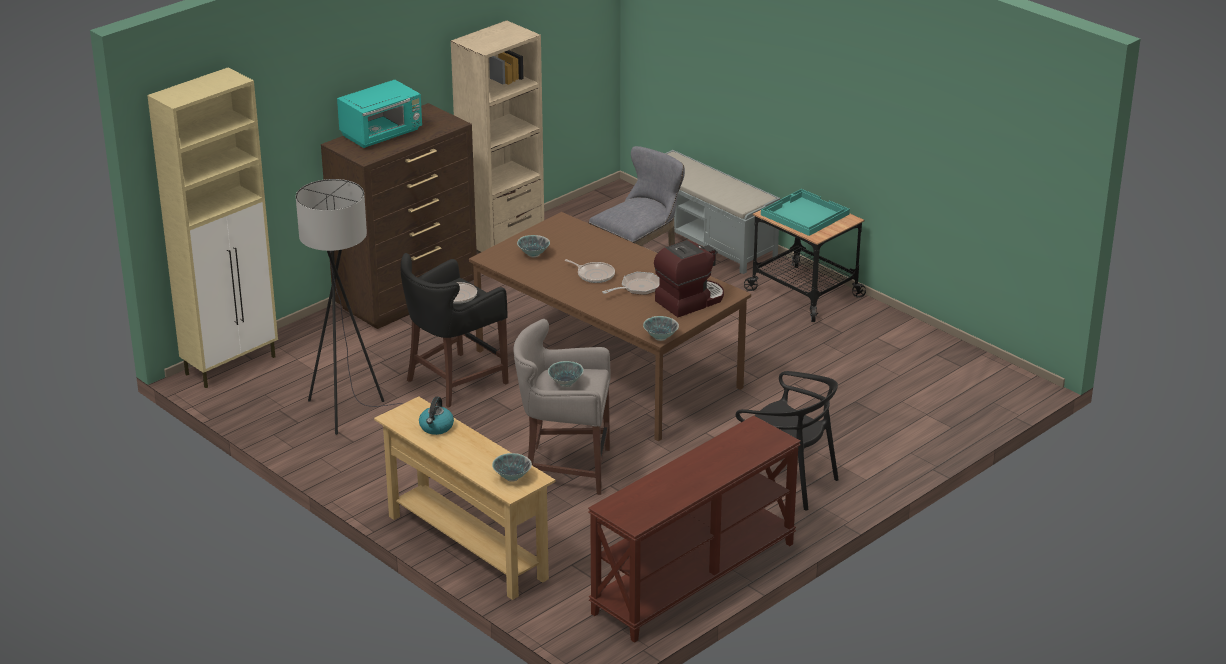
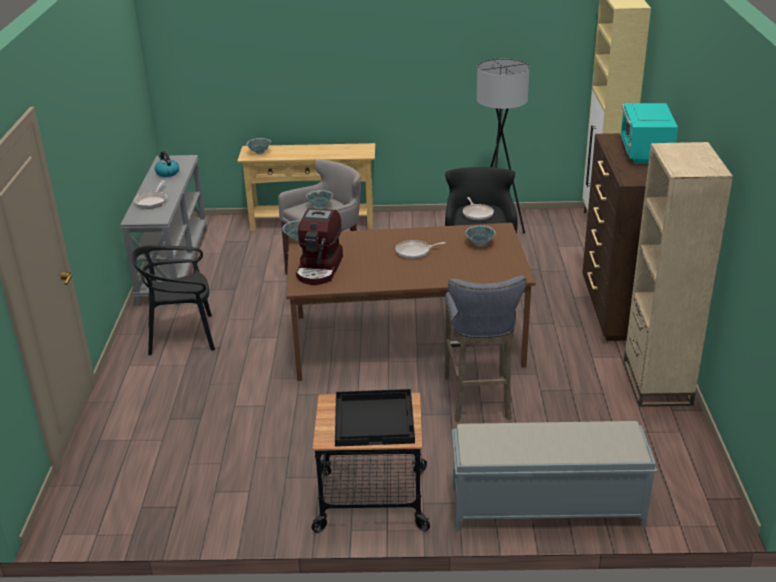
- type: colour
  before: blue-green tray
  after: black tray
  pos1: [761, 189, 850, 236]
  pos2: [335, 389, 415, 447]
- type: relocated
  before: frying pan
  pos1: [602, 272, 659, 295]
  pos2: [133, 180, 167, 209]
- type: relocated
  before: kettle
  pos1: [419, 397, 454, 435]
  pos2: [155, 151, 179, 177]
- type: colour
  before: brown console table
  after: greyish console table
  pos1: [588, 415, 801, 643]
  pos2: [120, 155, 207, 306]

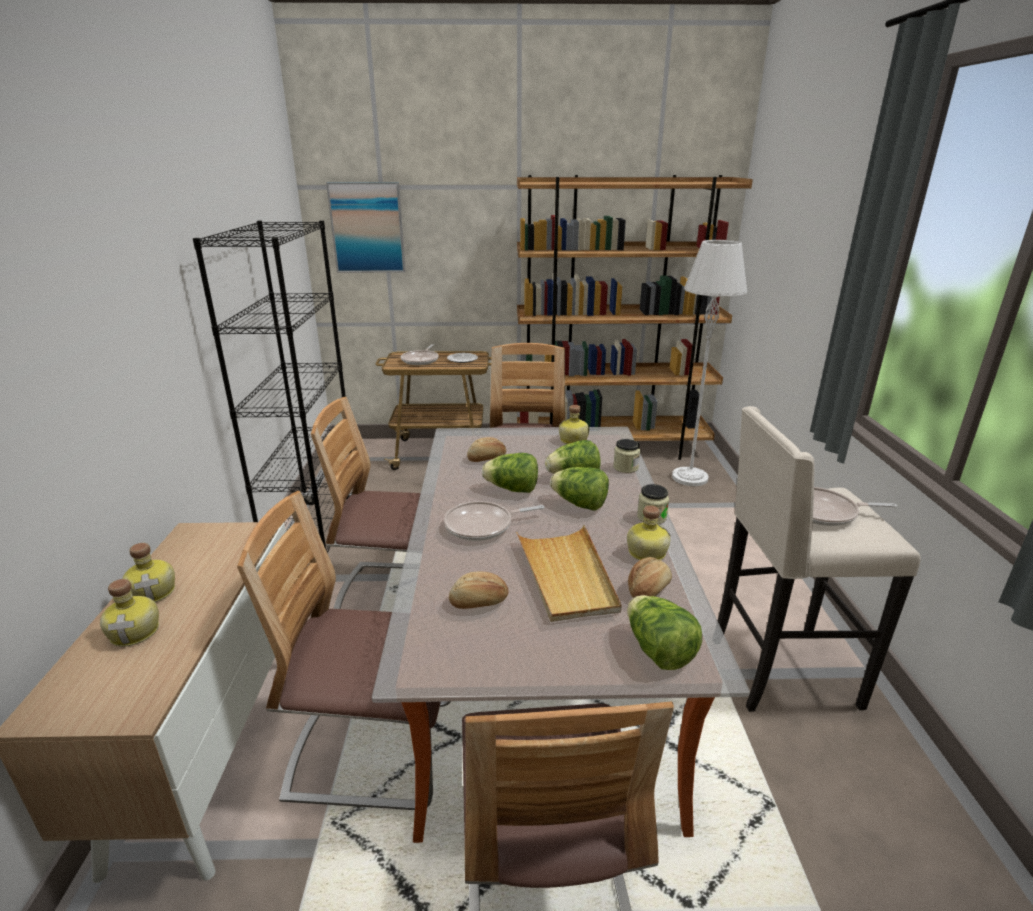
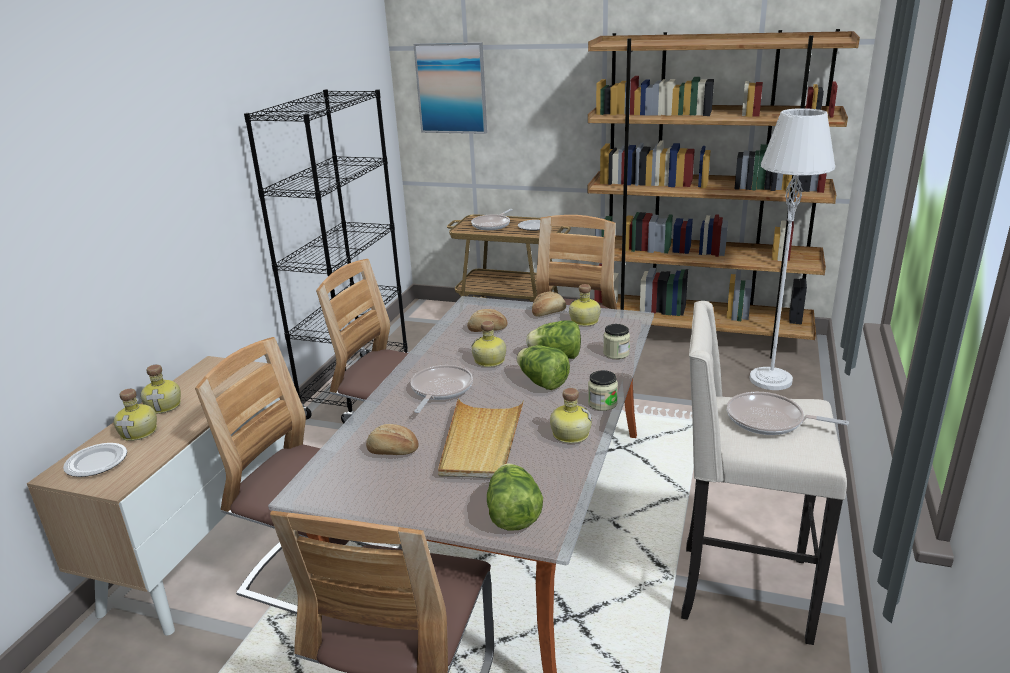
- type: exchanged
  before: lettuce
  after: bottle
  pos1: [482, 453, 538, 493]
  pos2: [471, 321, 506, 367]
- type: spun
  before: frying pan
  pos1: [444, 501, 545, 541]
  pos2: [411, 365, 473, 413]
  turn: 105
- type: relocated
  before: bread
  pos1: [628, 557, 672, 598]
  pos2: [532, 292, 566, 317]
- type: appeared
  after: flat dish
  pos2: [63, 443, 127, 477]

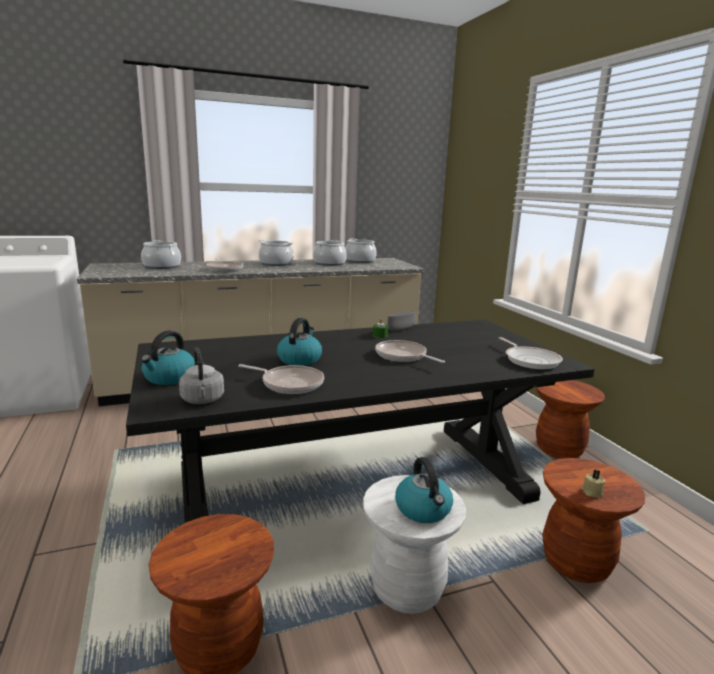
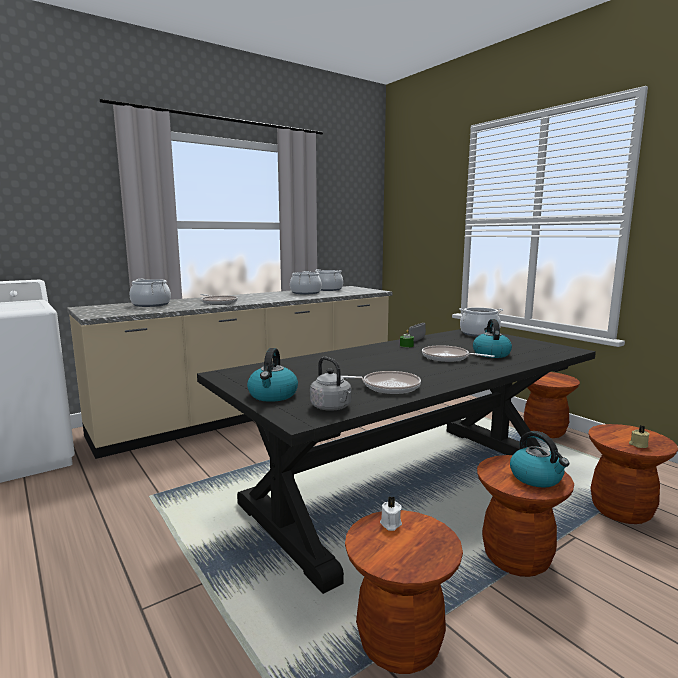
- type: relocated
  before: stockpot
  pos1: [258, 240, 294, 266]
  pos2: [459, 307, 503, 337]
- type: relocated
  before: kettle
  pos1: [277, 318, 322, 366]
  pos2: [473, 319, 512, 358]
- type: missing
  before: frying pan
  pos1: [499, 337, 563, 369]
- type: colour
  before: whitish stool seat
  after: brown stool seat
  pos1: [363, 475, 466, 614]
  pos2: [477, 455, 574, 577]
- type: appeared
  after: whitish wax light
  pos2: [380, 496, 402, 531]

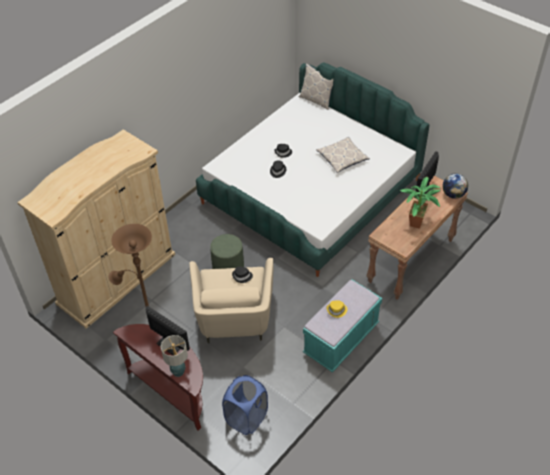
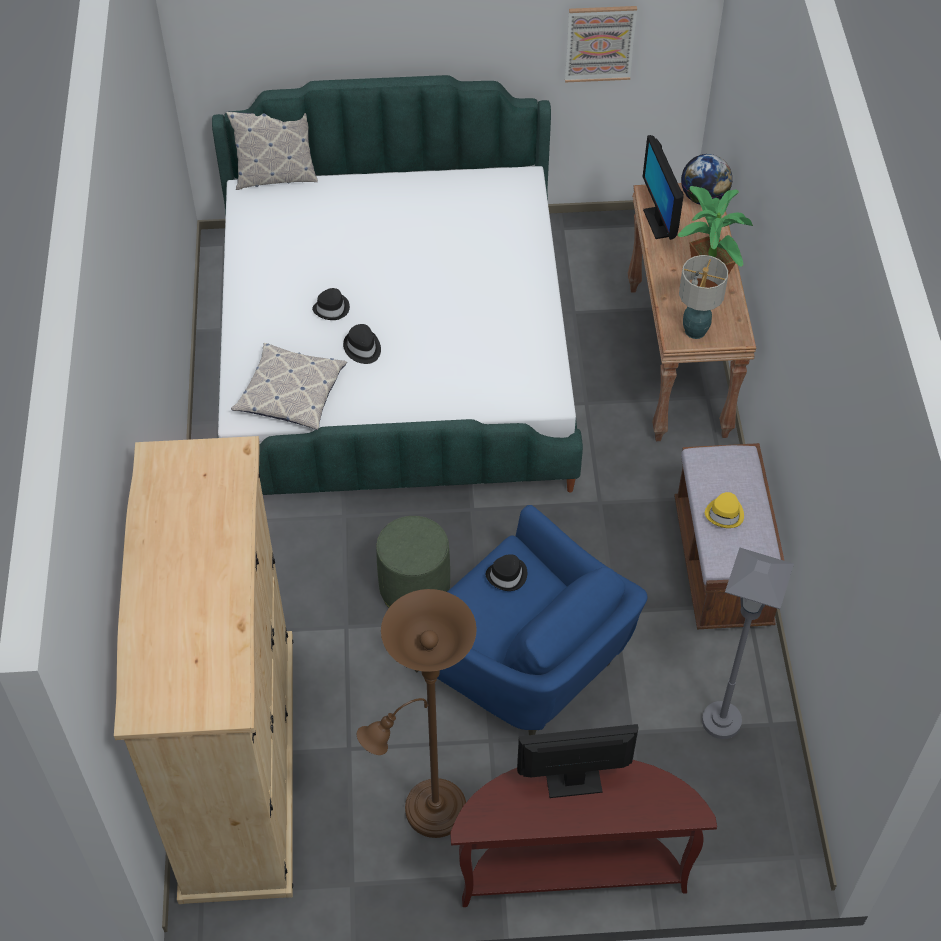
- type: relocated
  before: pillow
  pos1: [316, 136, 370, 173]
  pos2: [231, 343, 347, 430]
- type: colour
  before: sand-coloured lounge chair
  after: blue-coloured lounge chair
  pos1: [189, 258, 273, 343]
  pos2: [414, 505, 648, 735]
- type: colour
  before: blue-green bench
  after: brown bench
  pos1: [303, 280, 382, 373]
  pos2: [674, 443, 784, 629]
- type: relocated
  before: lamp for a table
  pos1: [161, 335, 188, 377]
  pos2: [679, 255, 728, 339]
- type: missing
  before: blue-coloured laundry basket
  pos1: [222, 375, 268, 435]
- type: appeared
  after: wall picture
  pos2: [565, 6, 637, 83]
- type: appeared
  after: greyish floor lamp
  pos2: [702, 548, 794, 739]

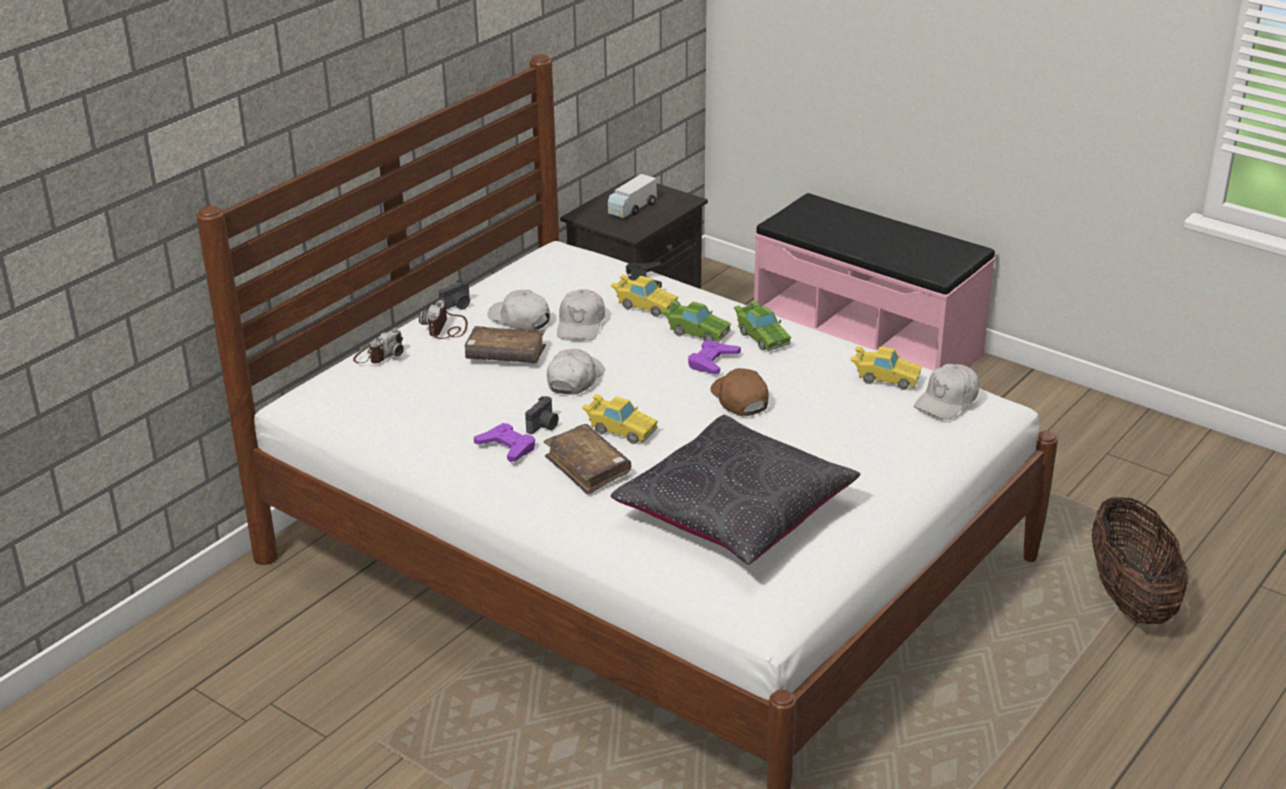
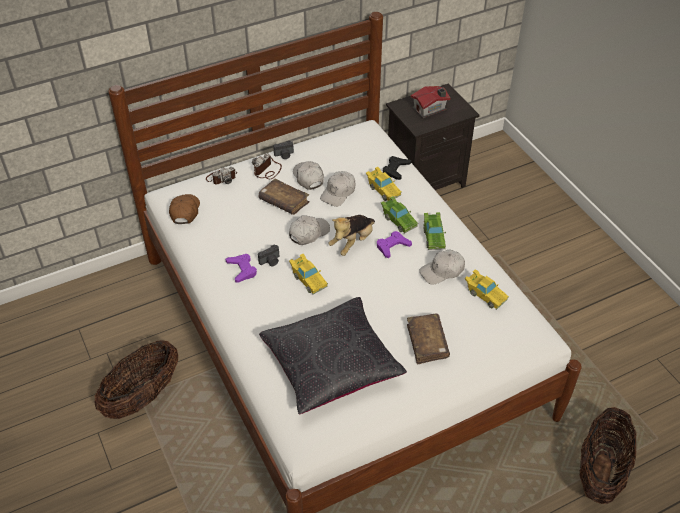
- type: exchanged
  before: toy truck
  after: toy house
  pos1: [608, 174, 657, 218]
  pos2: [411, 86, 450, 118]
- type: missing
  before: pink bench
  pos1: [754, 193, 995, 371]
- type: relocated
  before: whitish peaked cap
  pos1: [914, 364, 979, 420]
  pos2: [419, 250, 465, 284]
- type: relocated
  before: brown peaked cap
  pos1: [711, 368, 769, 416]
  pos2: [169, 194, 200, 224]
- type: relocated
  before: brown bound book
  pos1: [544, 424, 631, 495]
  pos2: [407, 314, 450, 365]
- type: appeared
  after: soft toy
  pos2: [328, 215, 375, 256]
- type: appeared
  after: storage basket
  pos2: [94, 340, 179, 419]

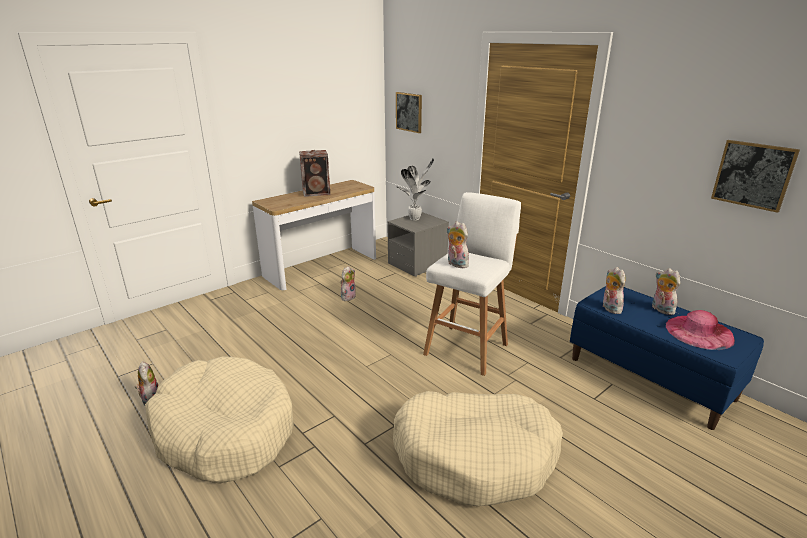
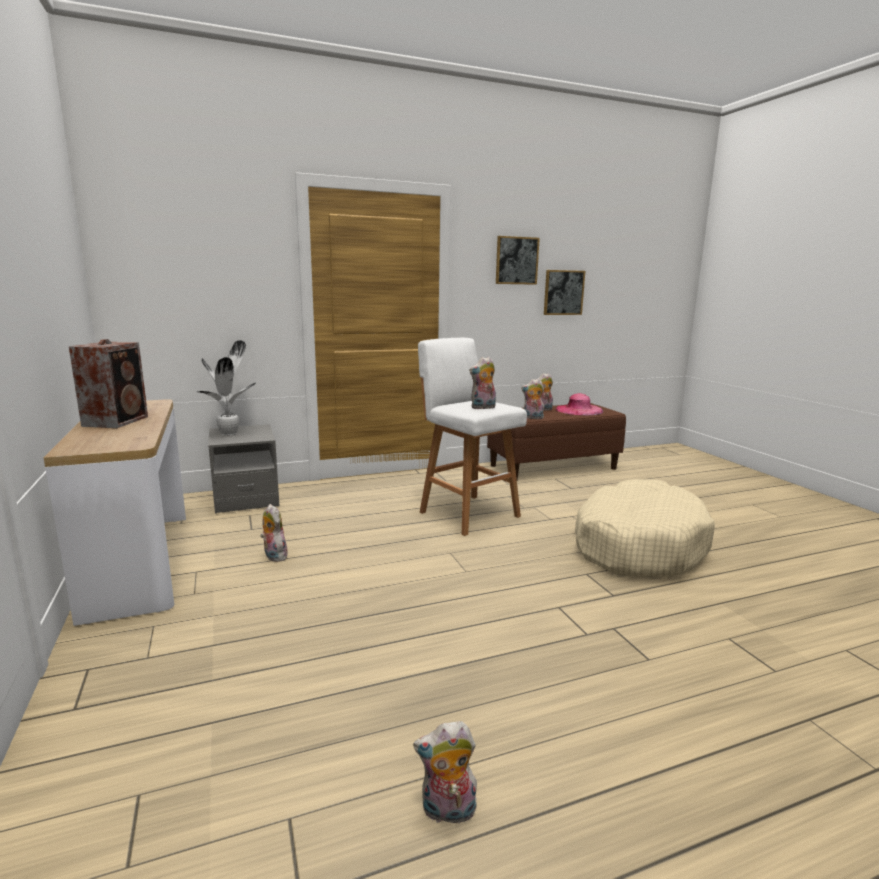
- type: relocated
  before: wall picture
  pos1: [396, 92, 422, 133]
  pos2: [496, 236, 540, 285]
- type: colour
  before: blue-coloured bench
  after: brown bench
  pos1: [570, 286, 764, 430]
  pos2: [487, 403, 626, 479]
- type: missing
  before: sand-coloured dog cushion
  pos1: [145, 356, 294, 484]

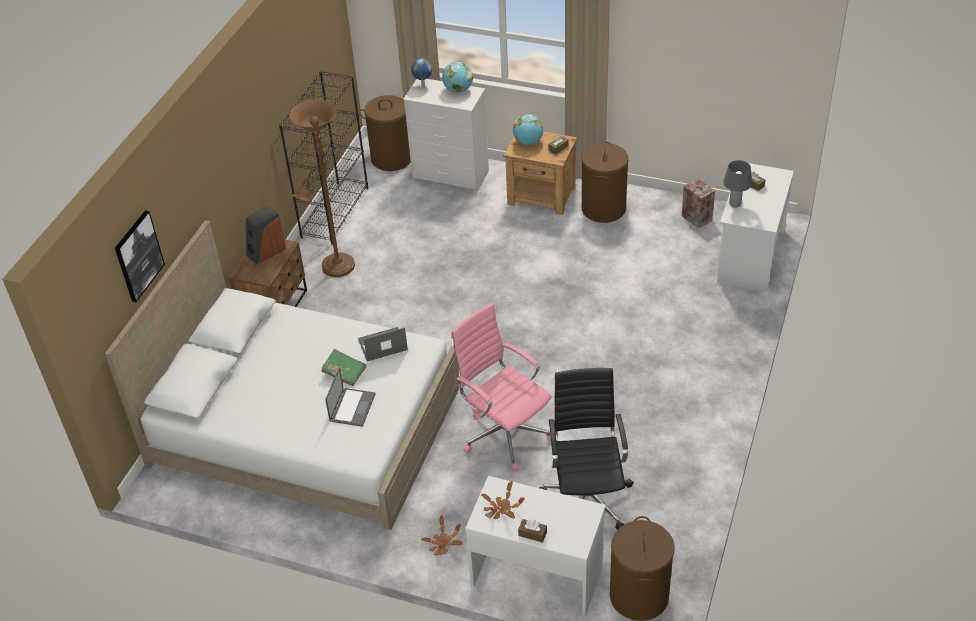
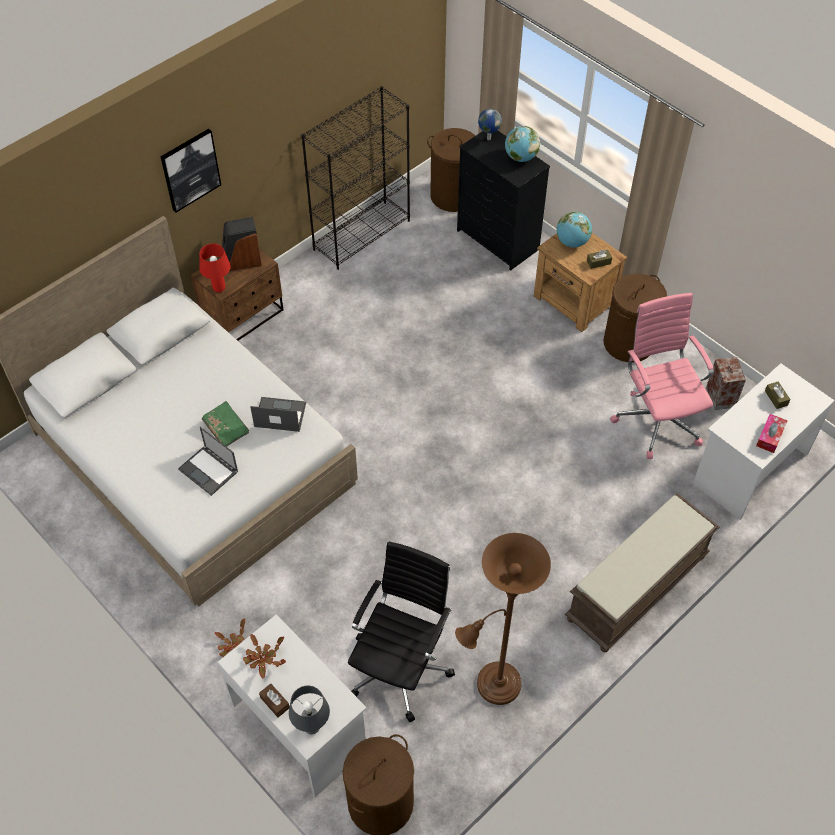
- type: colour
  before: whitish chest of drawers
  after: black chest of drawers
  pos1: [403, 79, 489, 194]
  pos2: [457, 131, 550, 271]
- type: relocated
  before: brown floor lamp
  pos1: [290, 99, 355, 277]
  pos2: [455, 533, 551, 705]
- type: relocated
  before: greyish lamp for a table
  pos1: [723, 160, 752, 208]
  pos2: [289, 686, 330, 734]
- type: relocated
  before: wall picture
  pos1: [115, 211, 165, 302]
  pos2: [161, 129, 221, 213]
- type: relocated
  before: pink office chair
  pos1: [451, 303, 551, 471]
  pos2: [610, 293, 714, 459]
- type: spun
  before: notebook computer
  pos1: [325, 367, 376, 427]
  pos2: [178, 427, 238, 496]
  turn: 90
- type: appeared
  after: red lamp for a table
  pos2: [199, 244, 231, 292]
- type: appeared
  after: tissue holder
  pos2: [756, 414, 788, 453]
- type: appeared
  after: brown bench
  pos2: [565, 493, 720, 652]

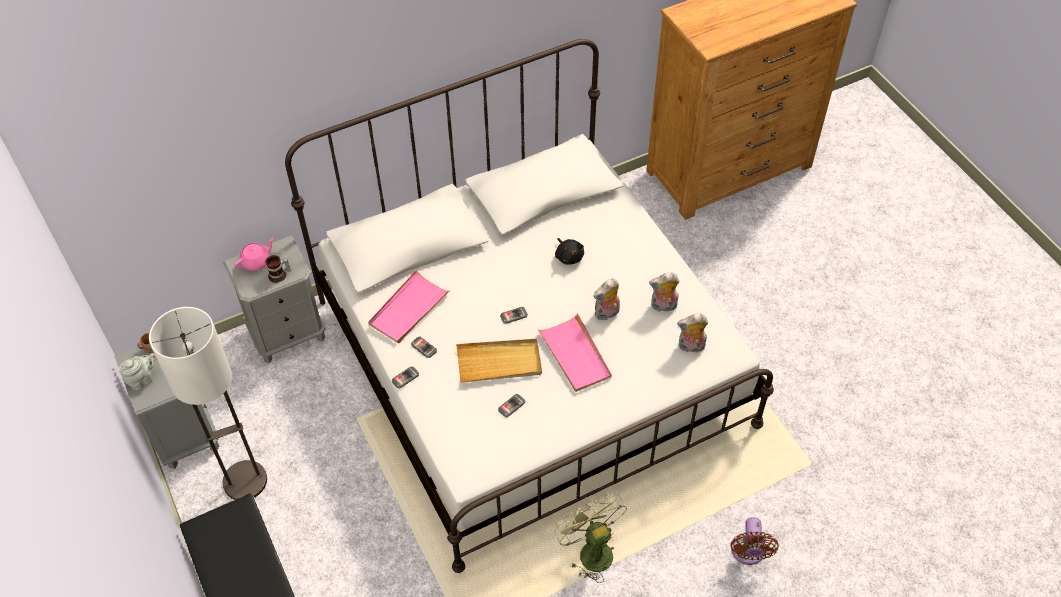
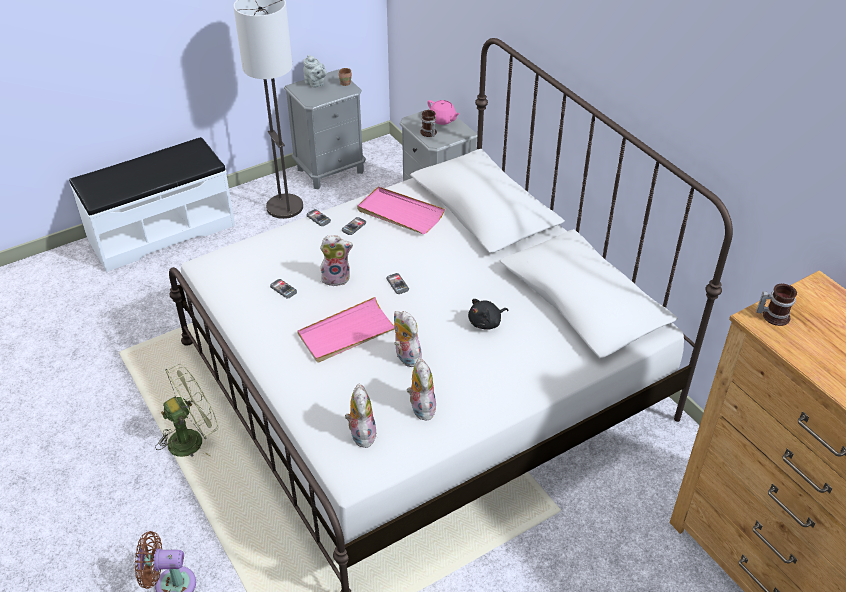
- type: exchanged
  before: sand-coloured tray
  after: soft toy
  pos1: [456, 339, 542, 383]
  pos2: [320, 235, 353, 286]
- type: appeared
  after: tea mug
  pos2: [756, 284, 797, 326]

